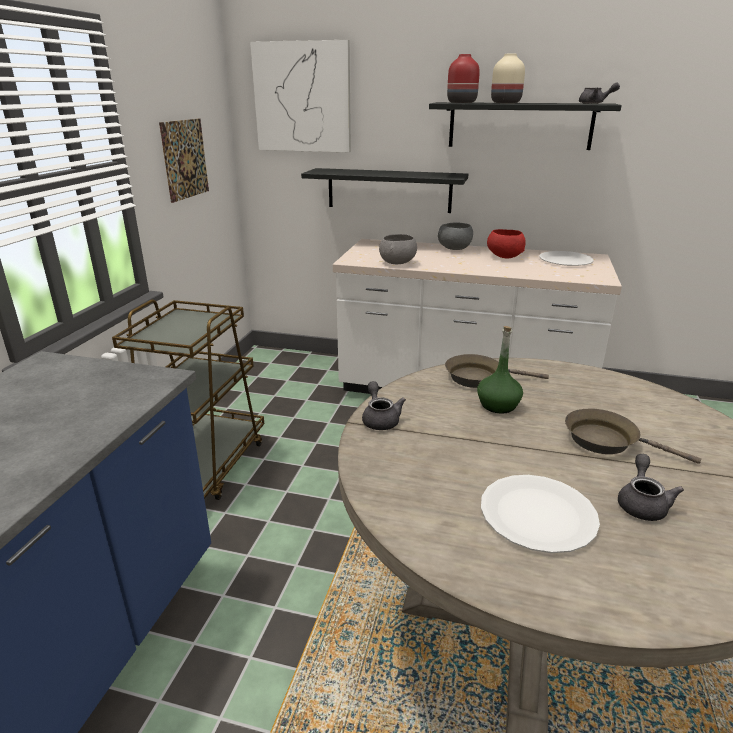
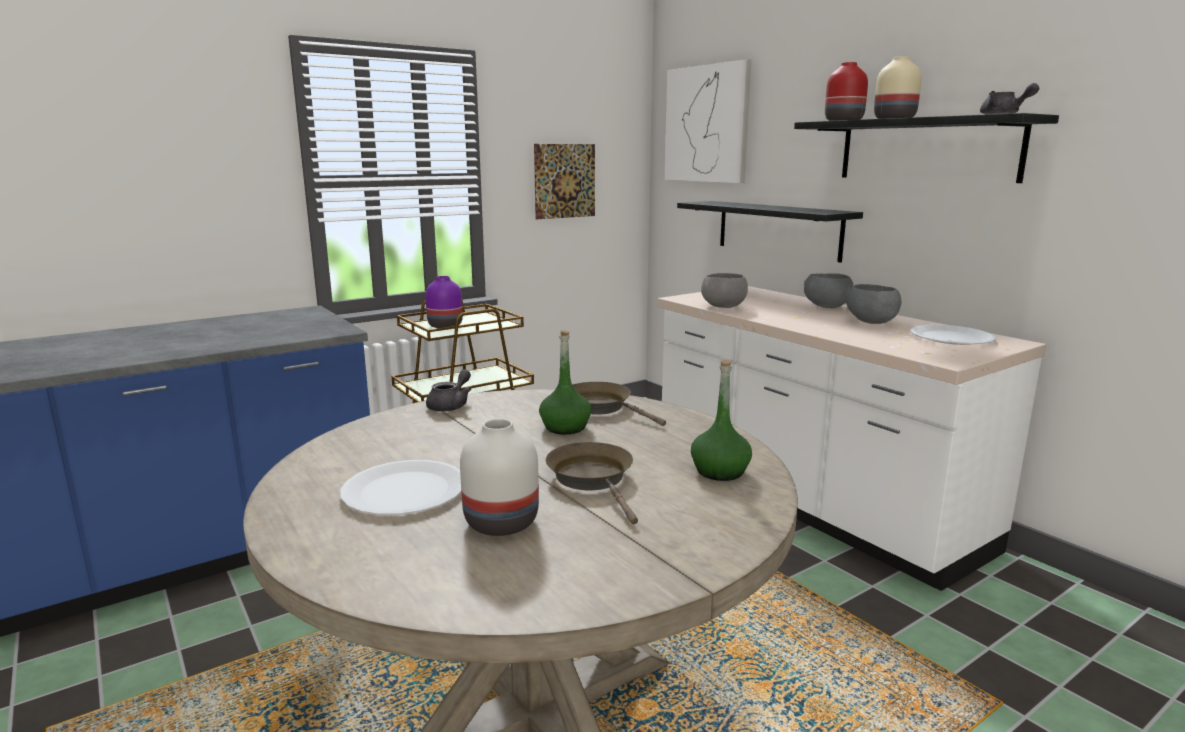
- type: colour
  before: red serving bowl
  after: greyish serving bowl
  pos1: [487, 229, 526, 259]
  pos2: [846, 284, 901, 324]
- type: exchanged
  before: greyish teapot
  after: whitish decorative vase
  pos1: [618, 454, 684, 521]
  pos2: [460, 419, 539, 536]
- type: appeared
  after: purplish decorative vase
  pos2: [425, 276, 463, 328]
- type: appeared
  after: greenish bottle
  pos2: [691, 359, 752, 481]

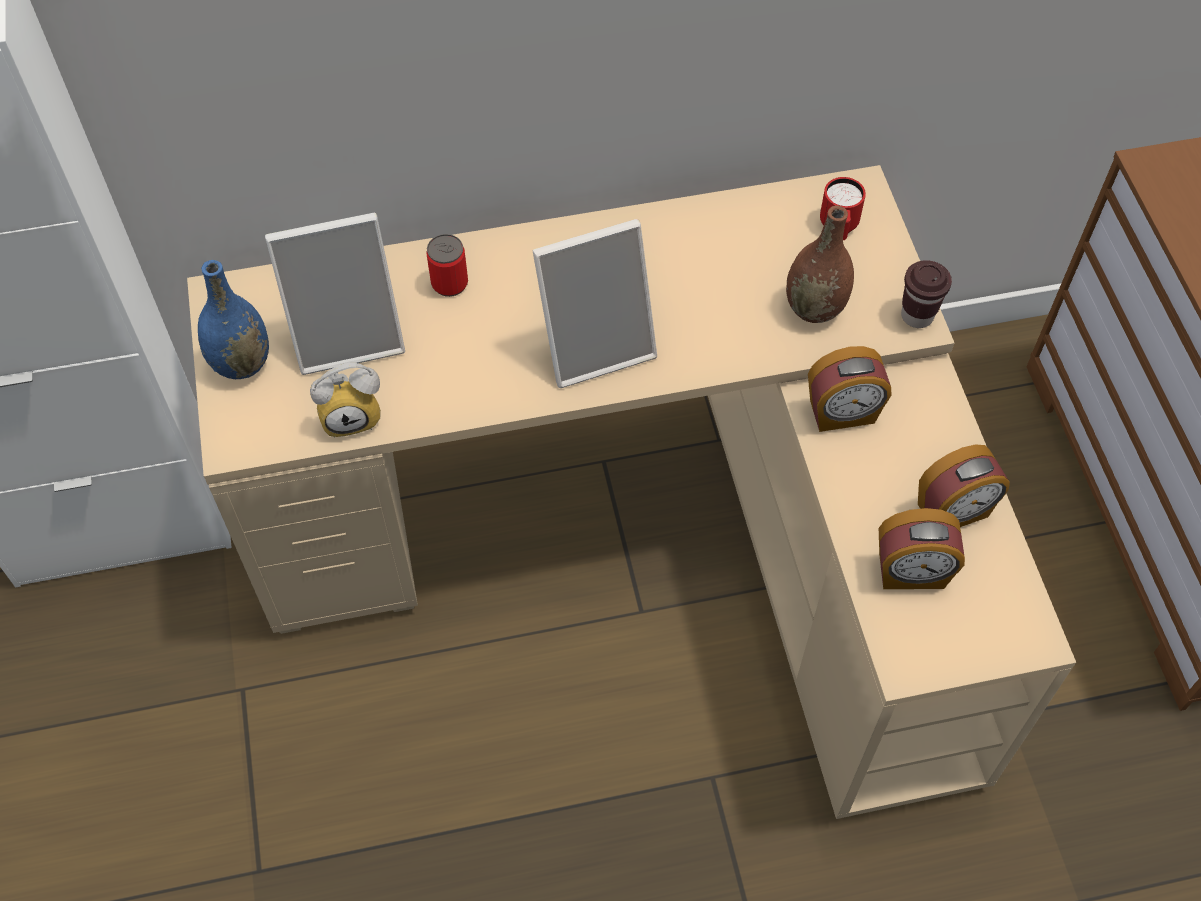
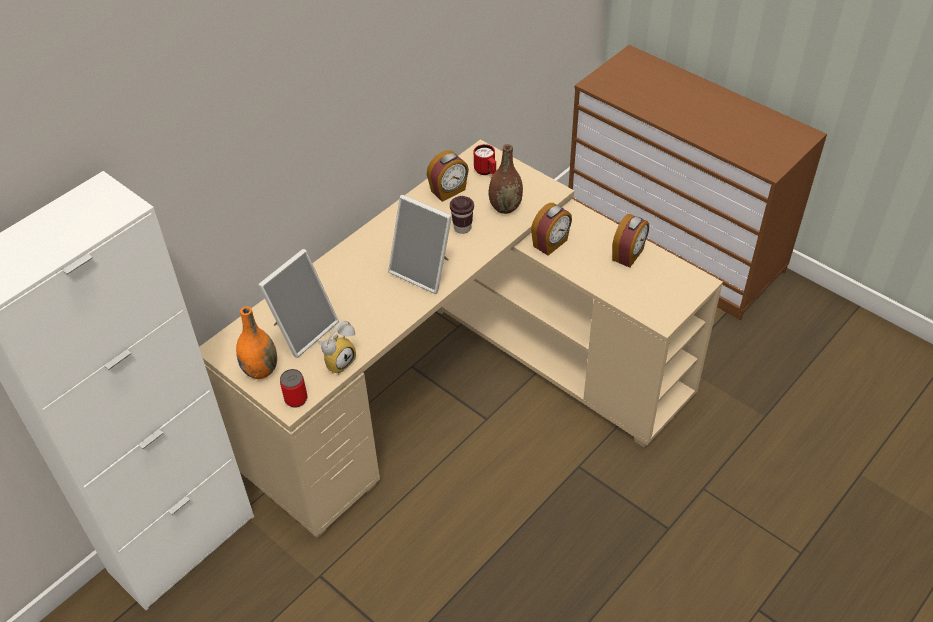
- type: spun
  before: photo frame
  pos1: [533, 219, 657, 388]
  pos2: [388, 195, 452, 294]
  turn: 90
- type: relocated
  before: sealed can
  pos1: [426, 234, 468, 297]
  pos2: [280, 369, 308, 408]
- type: colour
  before: blue-coloured decorative vase
  after: orangey decorative vase
  pos1: [198, 260, 269, 379]
  pos2: [236, 307, 277, 379]
- type: relocated
  before: brown drinking cup
  pos1: [901, 260, 952, 328]
  pos2: [450, 196, 474, 234]
- type: relocated
  before: table clock
  pos1: [879, 508, 965, 589]
  pos2: [427, 150, 469, 202]

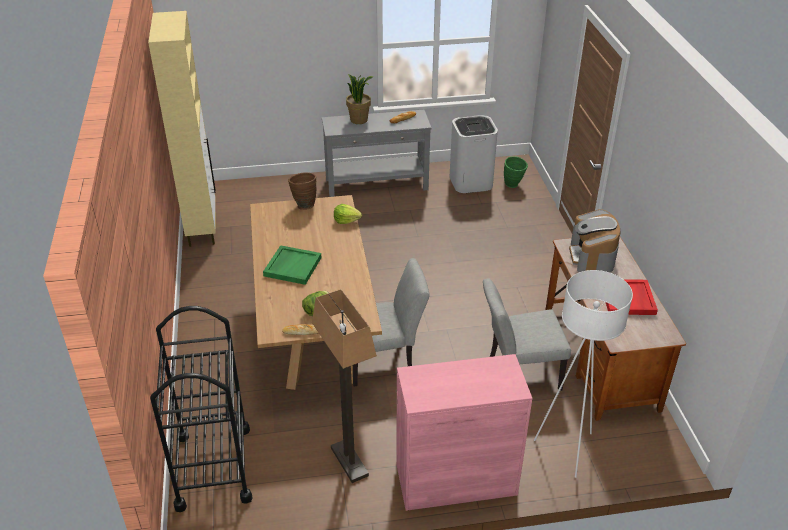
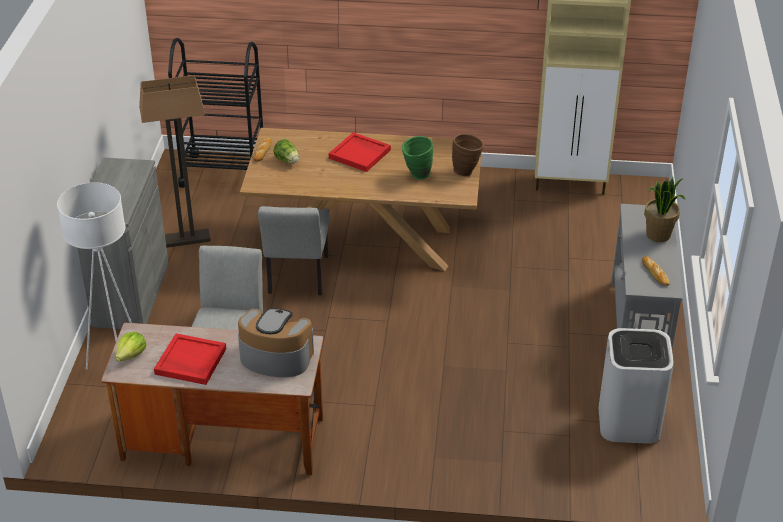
- type: relocated
  before: greenish decorative vase
  pos1: [504, 156, 528, 188]
  pos2: [402, 136, 433, 180]
- type: relocated
  before: lettuce
  pos1: [334, 204, 362, 224]
  pos2: [116, 332, 146, 362]
- type: colour
  before: greenish tray
  after: red tray
  pos1: [263, 245, 321, 285]
  pos2: [329, 132, 391, 172]
- type: colour
  before: pink cabinet
  after: greyish cabinet
  pos1: [396, 354, 532, 511]
  pos2: [77, 158, 169, 329]

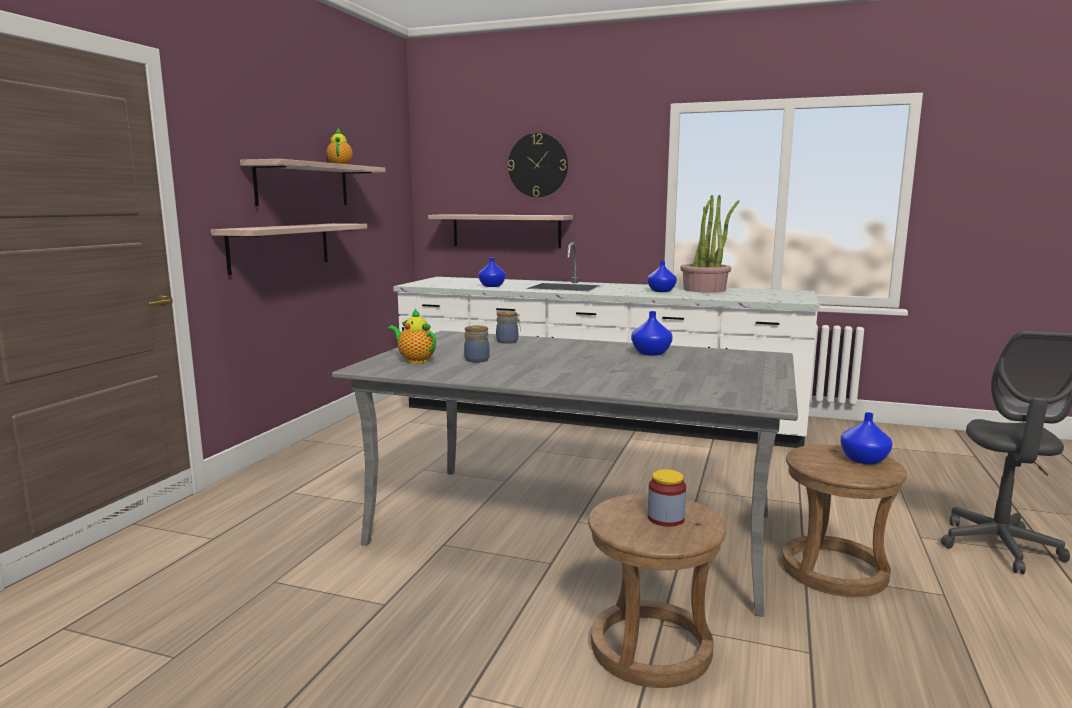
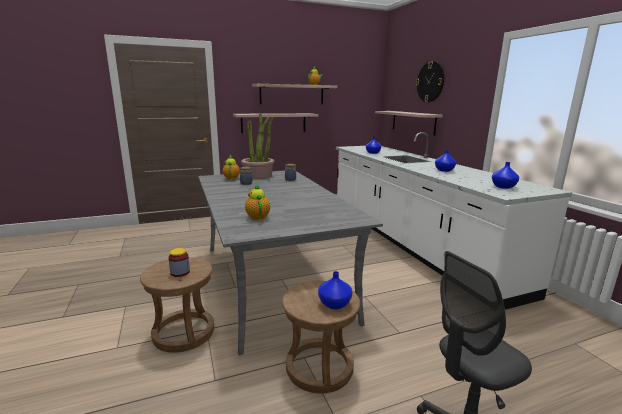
- type: relocated
  before: plant in a pot
  pos1: [680, 195, 740, 293]
  pos2: [241, 113, 274, 179]
- type: relocated
  before: blue-coloured decorative vase
  pos1: [631, 311, 673, 356]
  pos2: [492, 162, 519, 189]
- type: appeared
  after: teapot
  pos2: [245, 184, 270, 220]

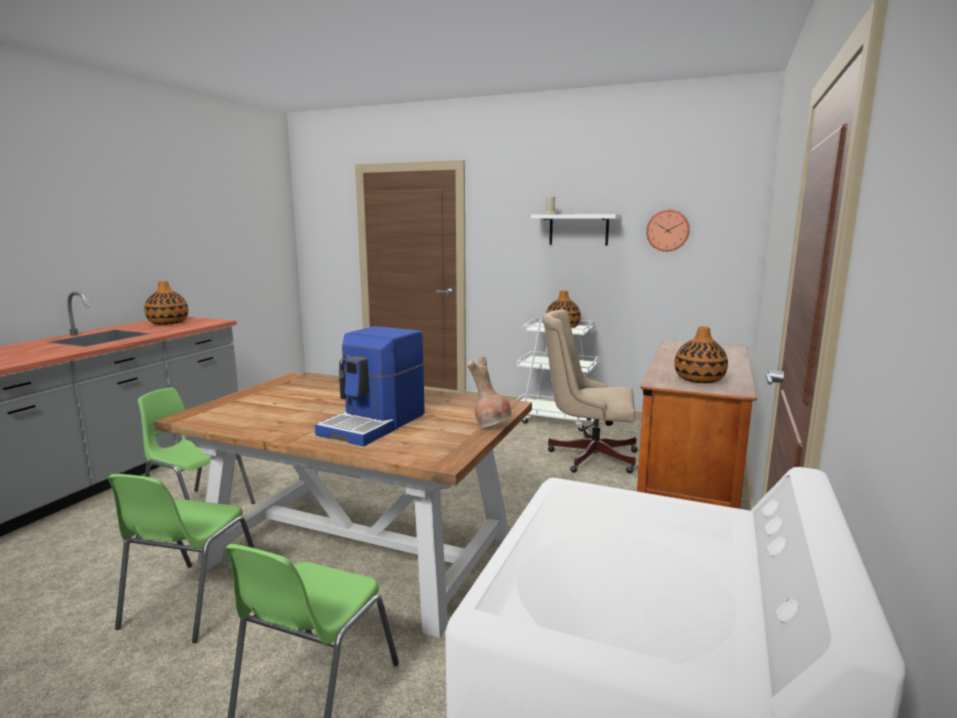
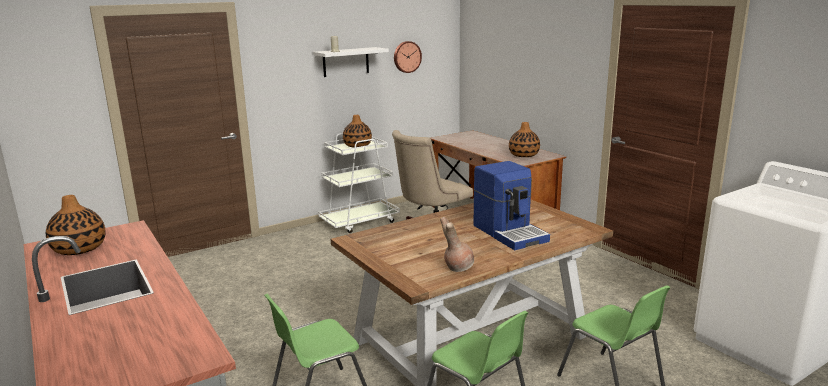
- type: relocated
  before: brown decorative vase
  pos1: [467, 356, 512, 427]
  pos2: [440, 217, 474, 272]

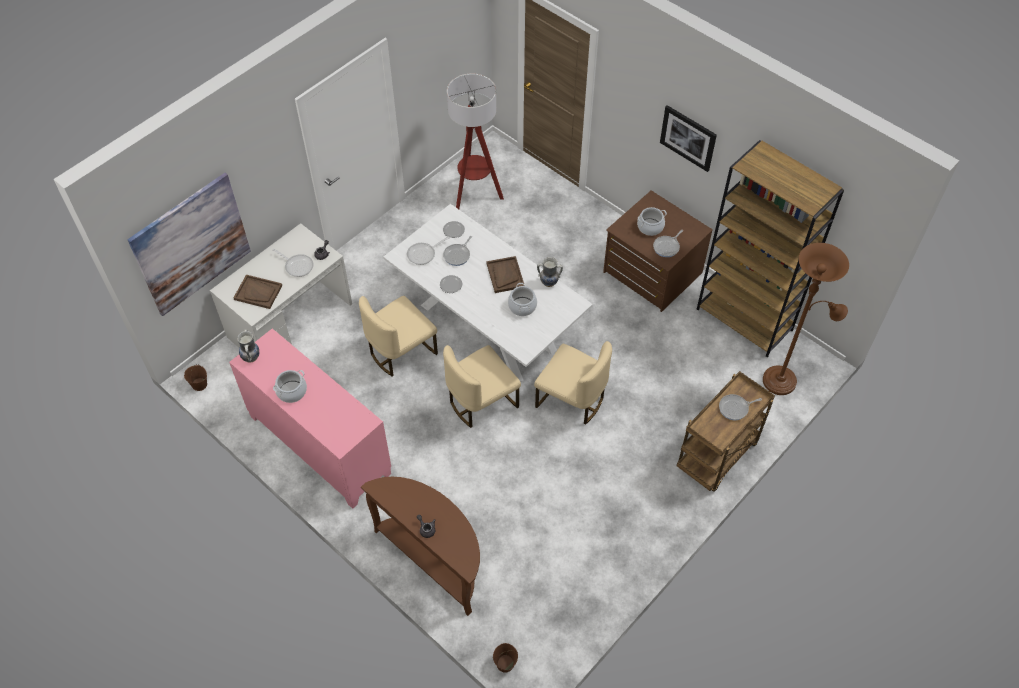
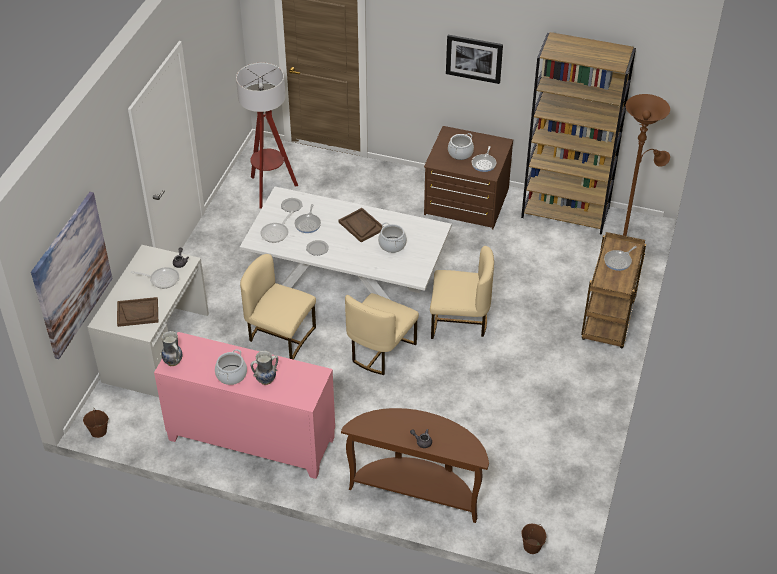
- type: relocated
  before: decorative vase
  pos1: [537, 257, 563, 287]
  pos2: [251, 350, 278, 385]
- type: spun
  before: sand-coloured chair
  pos1: [359, 296, 438, 376]
  pos2: [240, 254, 316, 360]
  turn: 90

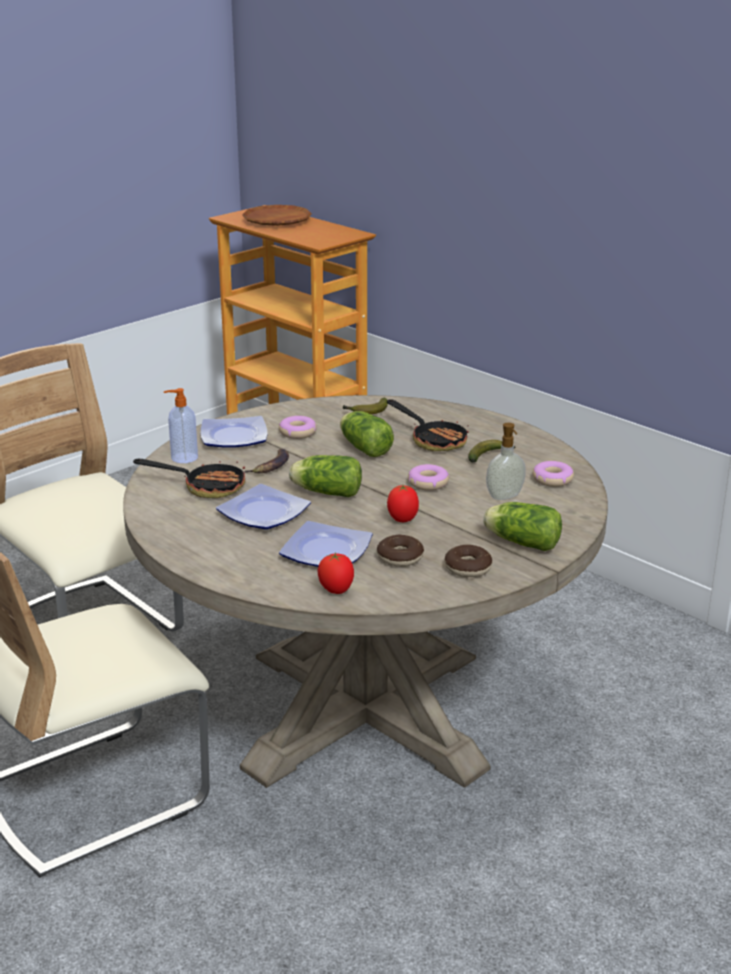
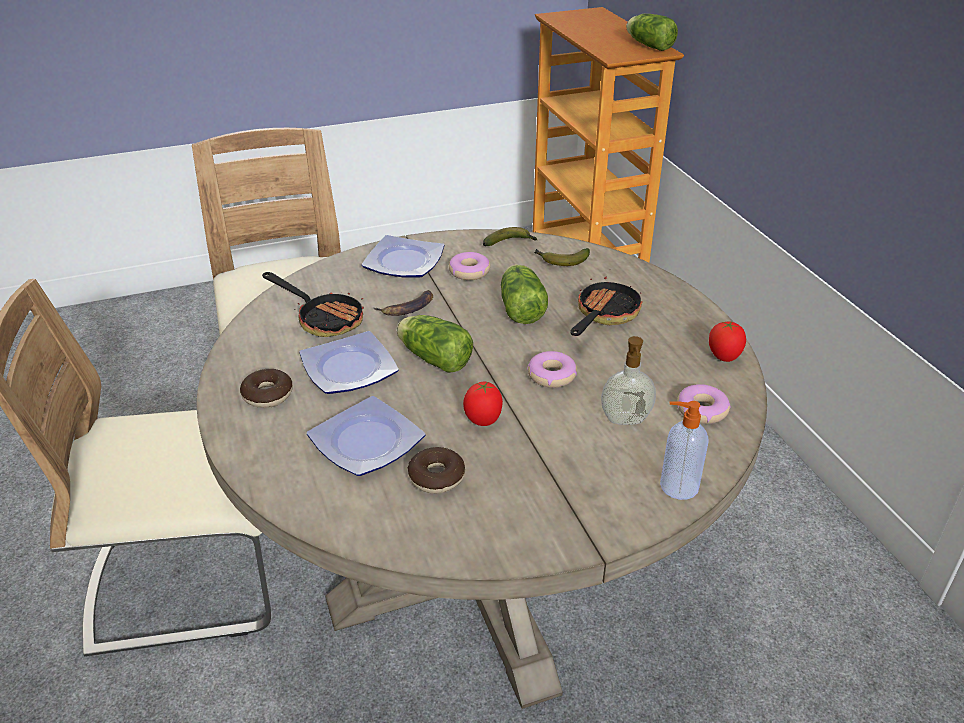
- type: missing
  before: brown flat dish
  pos1: [242, 205, 311, 226]
- type: relocated
  before: soap dispenser
  pos1: [164, 388, 198, 463]
  pos2: [660, 401, 709, 500]
- type: spun
  before: frying pan
  pos1: [387, 399, 469, 451]
  pos2: [570, 276, 643, 336]
  turn: -135
- type: relocated
  before: whole banana
  pos1: [468, 440, 515, 462]
  pos2: [483, 227, 537, 246]
- type: relocated
  before: lettuce
  pos1: [483, 502, 562, 551]
  pos2: [626, 14, 678, 51]
- type: relocated
  before: doughnut
  pos1: [445, 545, 492, 577]
  pos2: [240, 369, 293, 408]
- type: relocated
  before: fresh tomato
  pos1: [317, 553, 354, 594]
  pos2: [709, 321, 746, 362]

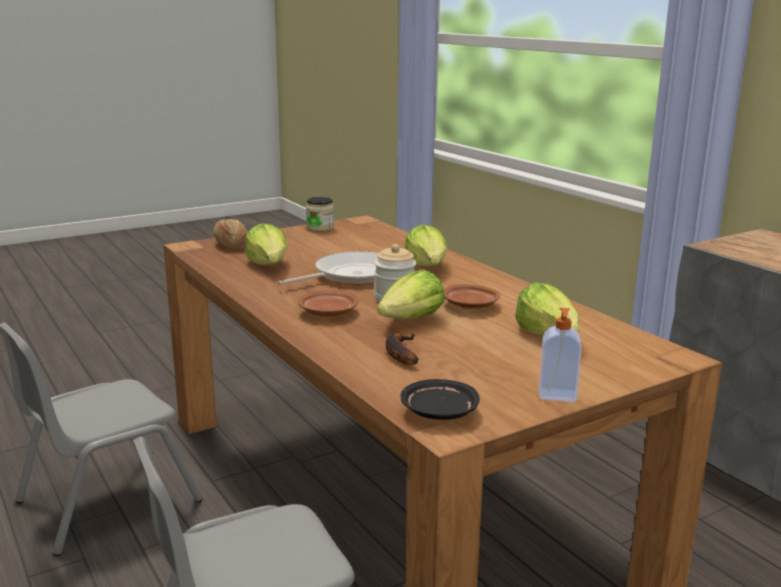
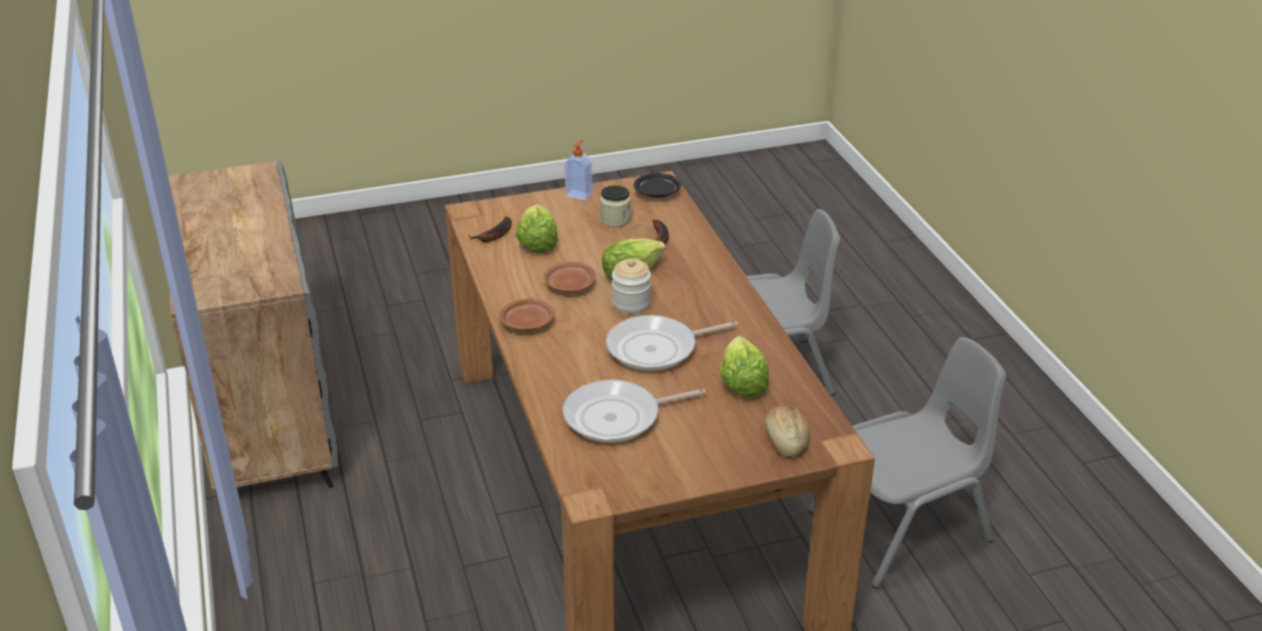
- type: relocated
  before: storage jar
  pos1: [306, 197, 334, 231]
  pos2: [600, 185, 631, 227]
- type: missing
  before: lettuce
  pos1: [405, 225, 448, 266]
- type: relocated
  before: brown flat dish
  pos1: [298, 290, 358, 317]
  pos2: [499, 298, 555, 331]
- type: appeared
  after: whole banana
  pos2: [468, 216, 512, 242]
- type: appeared
  after: frying pan
  pos2: [563, 380, 706, 443]

